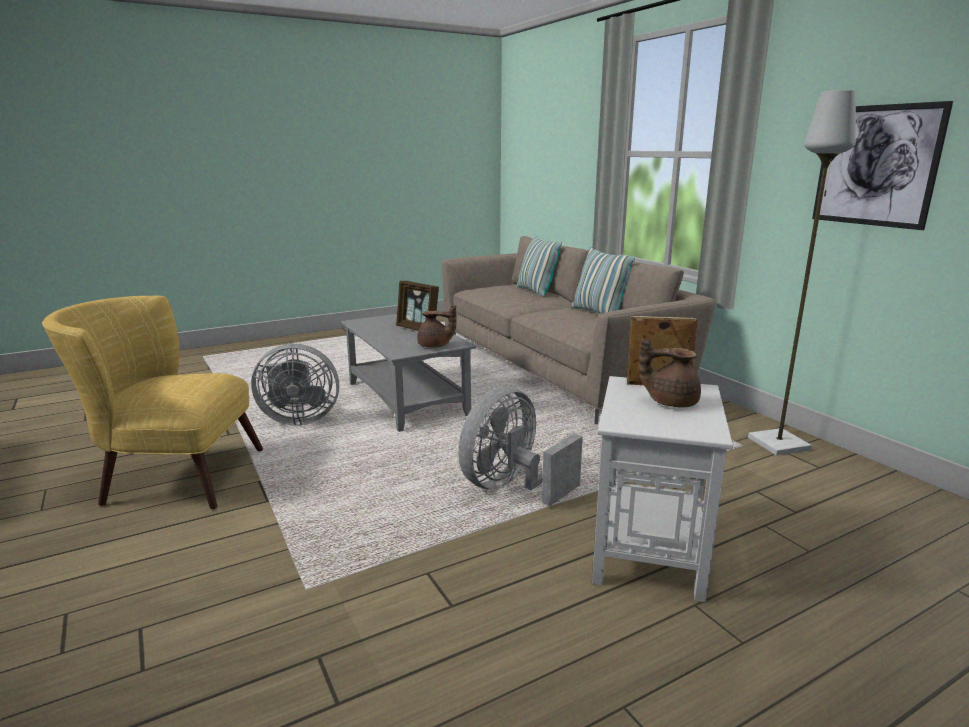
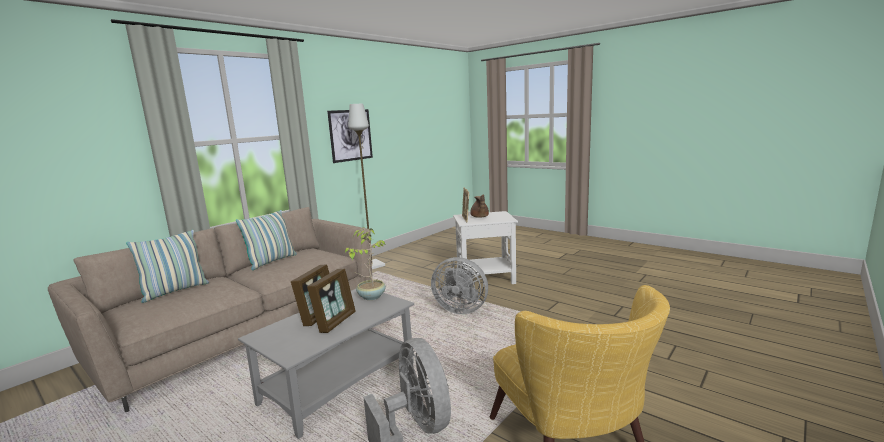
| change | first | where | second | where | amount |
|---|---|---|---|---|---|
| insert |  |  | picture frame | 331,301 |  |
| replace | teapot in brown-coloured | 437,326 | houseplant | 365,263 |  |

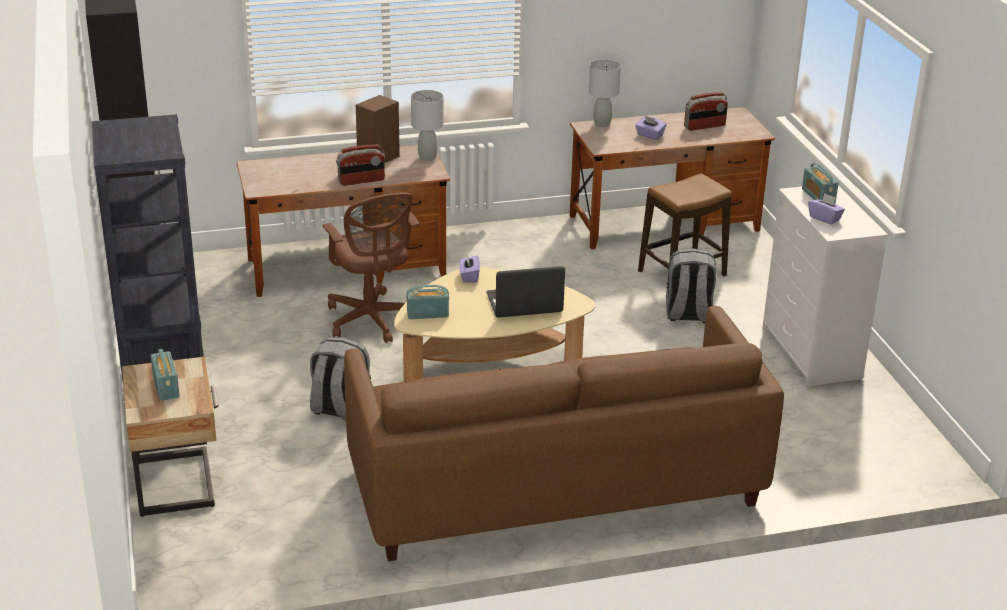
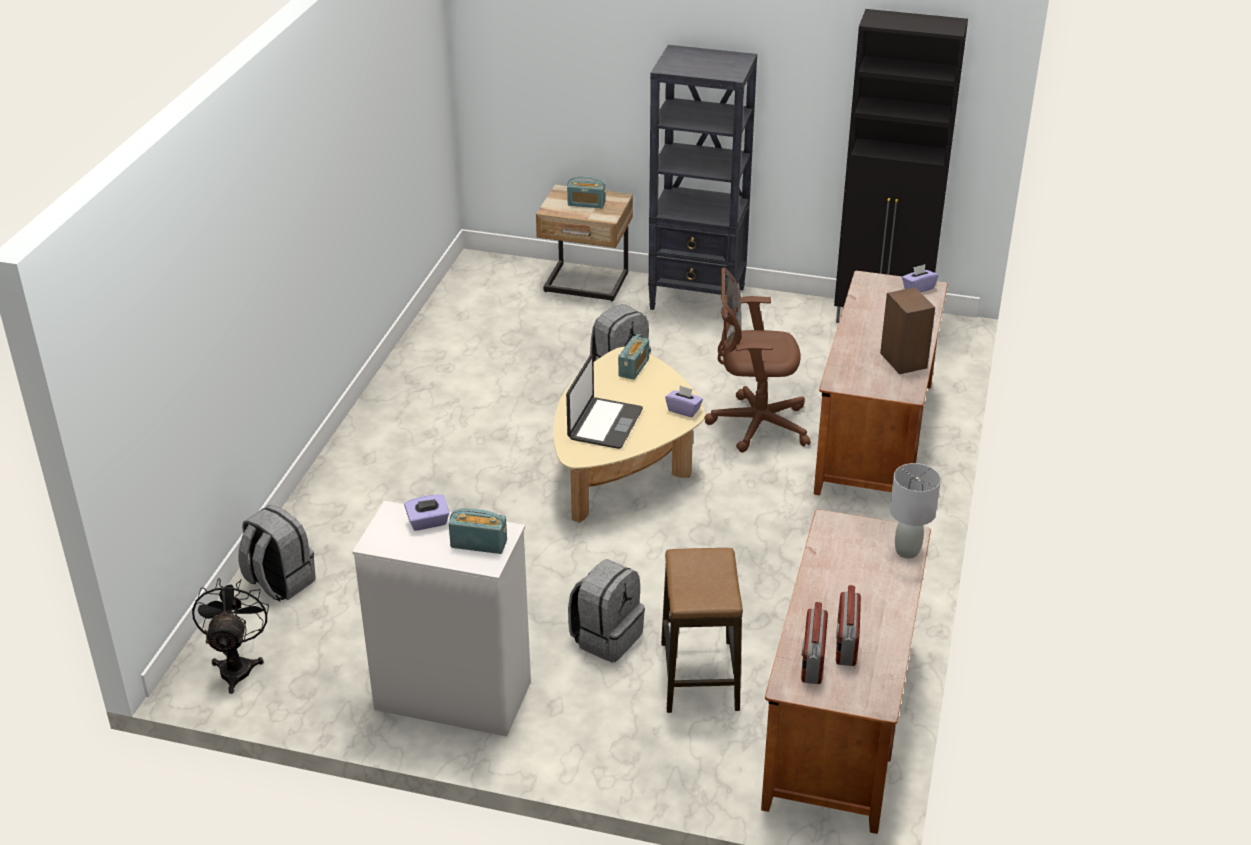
| change | first | where | second | where | amount |
|---|---|---|---|---|---|
| delete | couch in brown-coloured | 564,433 |  |  |  |
| delete | tabletop lamp in gray | 427,125 |  |  |  |
| insert |  |  | electric fan in blackish | 230,636 |  |
| insert |  |  | backpack in gray | 277,553 |  |
| move | radio set | 360,165 |  | 814,643 |  |
| move | tissue box in purple-coloured | 650,128 |  | 920,278 |  |

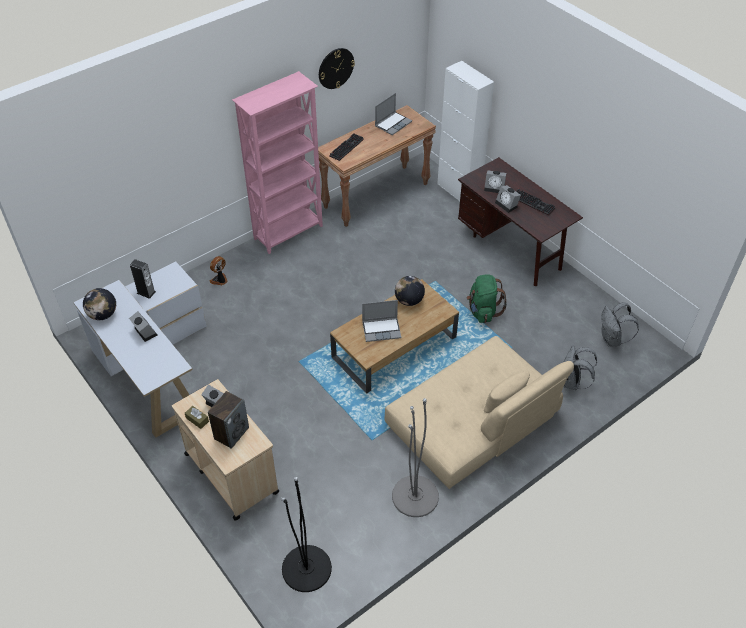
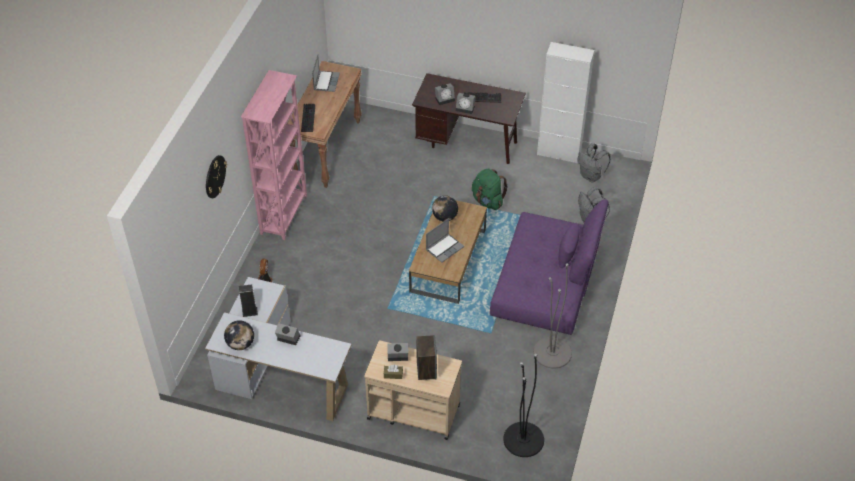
| change | first | where | second | where | amount |
|---|---|---|---|---|---|
| move | wall clock | 337,68 |  | 216,176 |  |
| move | storage cabinet in white | 465,131 |  | 566,102 |  |
| recolor | couch in sand-coloured | 479,412 | couch in purple-coloured | 549,267 |  |

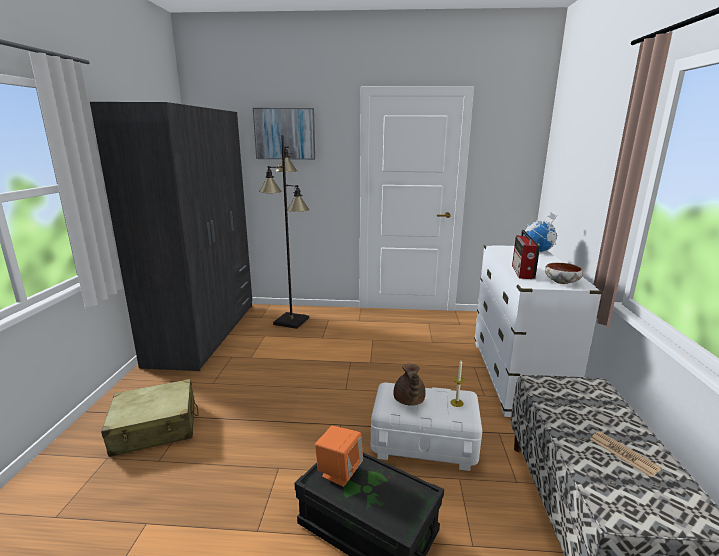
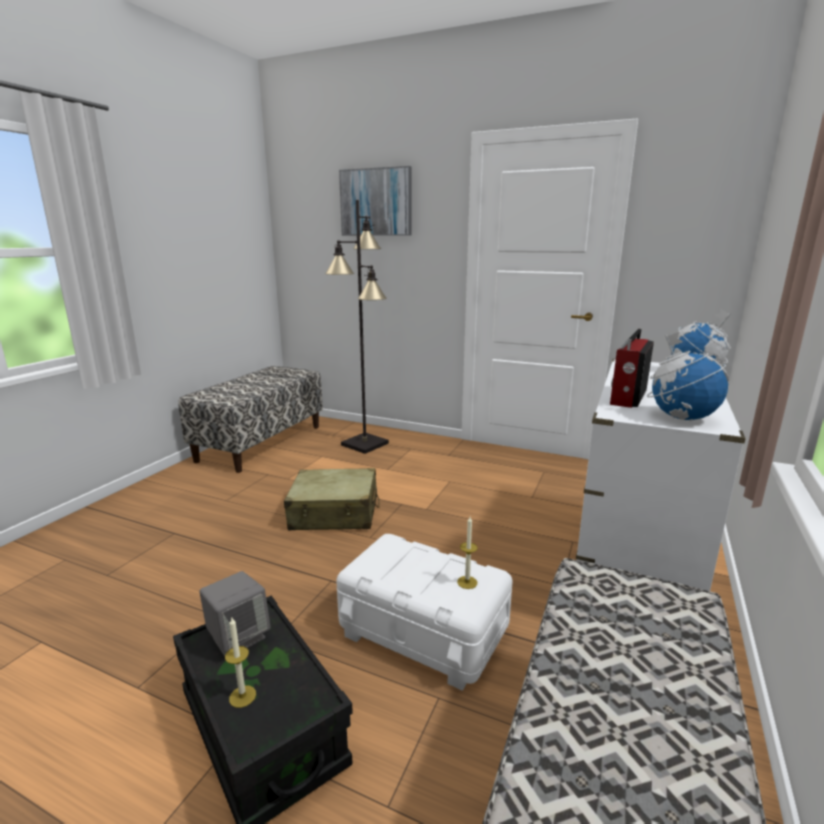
| change | first | where | second | where | amount |
|---|---|---|---|---|---|
| delete | teapot in brown-coloured | 409,385 |  |  |  |
| delete | printed paper | 626,454 |  |  |  |
| insert |  |  | candle | 240,663 |  |
| move | travel case in sand-coloured | 150,418 |  | 332,499 |  |
| replace | armoire in gray | 171,236 | long seat | 250,419 |  |
| replace | serving bowl | 564,273 | globe | 688,376 |  |
| recolor | audio speaker in orangey | 339,456 | audio speaker in gray | 235,613 |  |

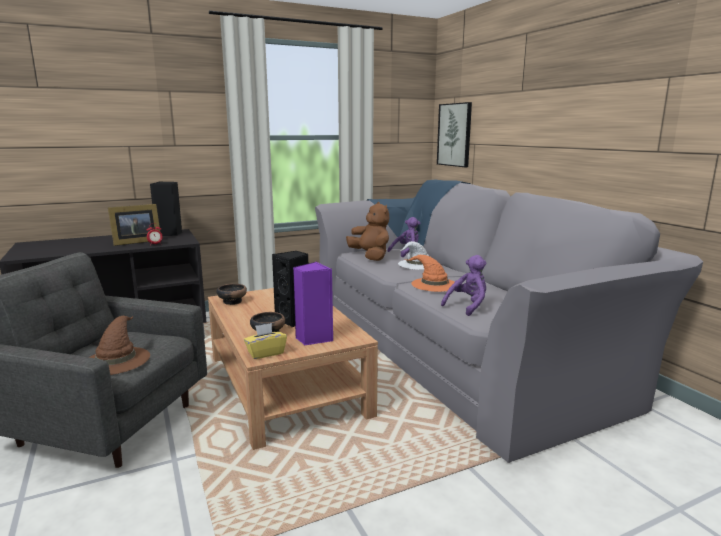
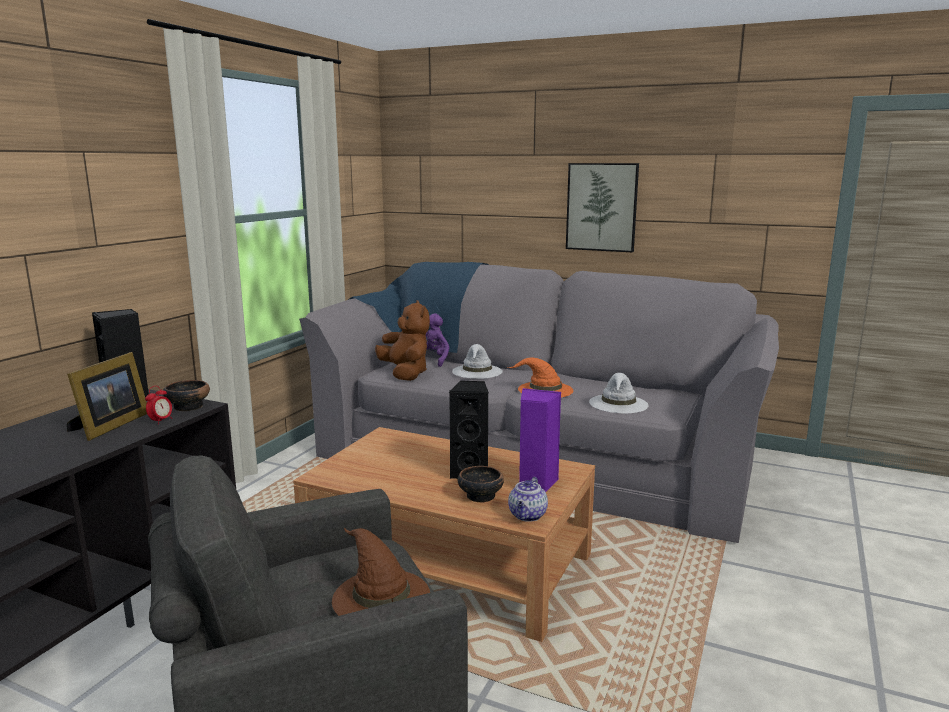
| change | first | where | second | where | amount |
|---|---|---|---|---|---|
| move | serving bowl | 231,294 |  | 186,395 |  |
| move | picture | 454,134 |  | 602,207 |  |
| replace | tissue box in yellowish | 265,341 | teapot | 528,499 |  |
| replace | cuddly toy in purple-coloured | 463,285 | wearable hat in white | 619,393 |  |
| rotate | cuddly toy in brown-coloured | 368,231 |  | 402,340 | 45 degrees clockwise |

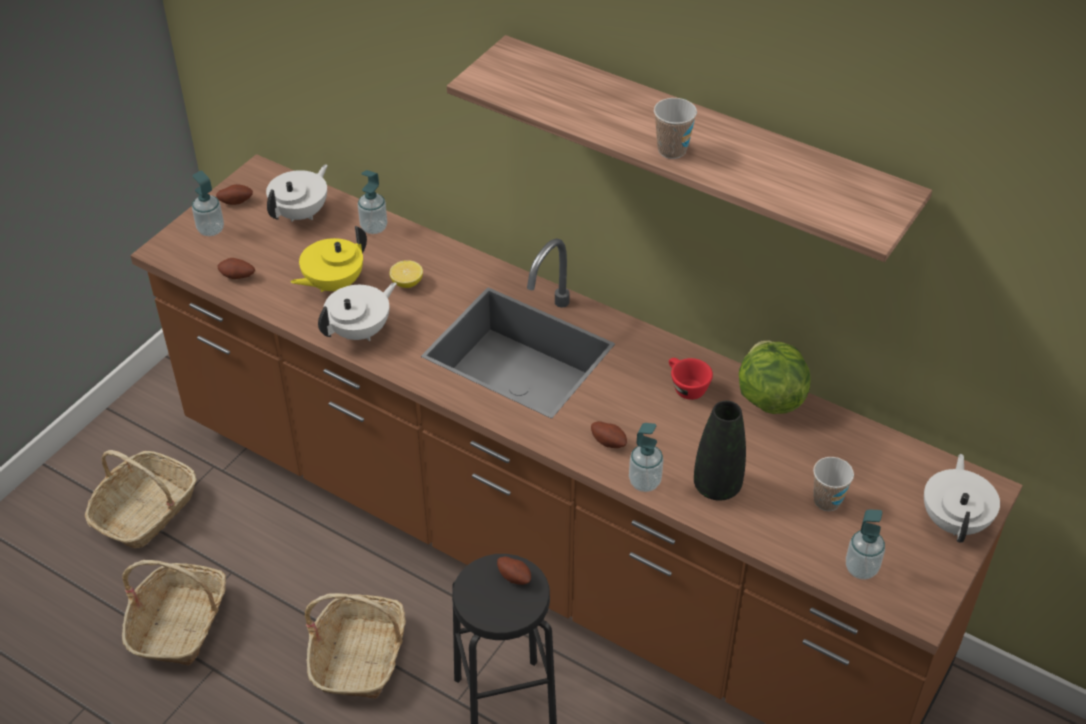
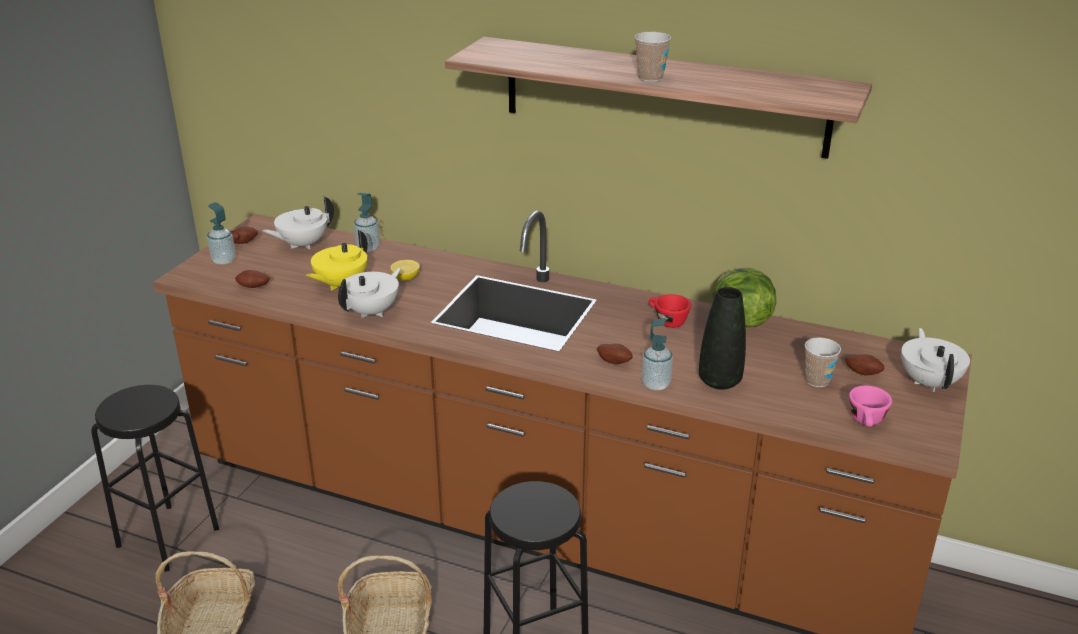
| change | first | where | second | where | amount |
|---|---|---|---|---|---|
| move | potato | 514,571 |  | 864,365 |  |
| replace | household basket | 141,499 | stool in blackish | 155,478 |  |
| replace | soap dispenser | 865,544 | drinking cup in pink-coloured | 870,406 |  |
| rotate | teapot in white | 297,193 |  | 298,222 | 150 degrees counterclockwise |

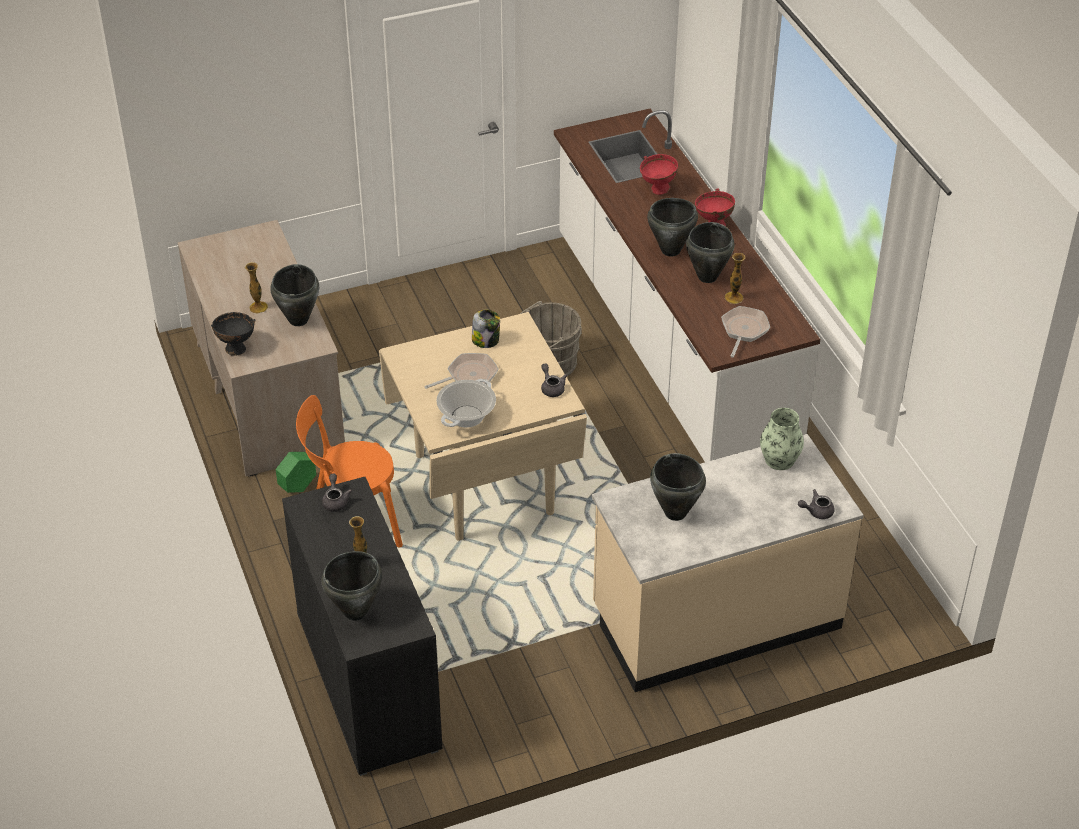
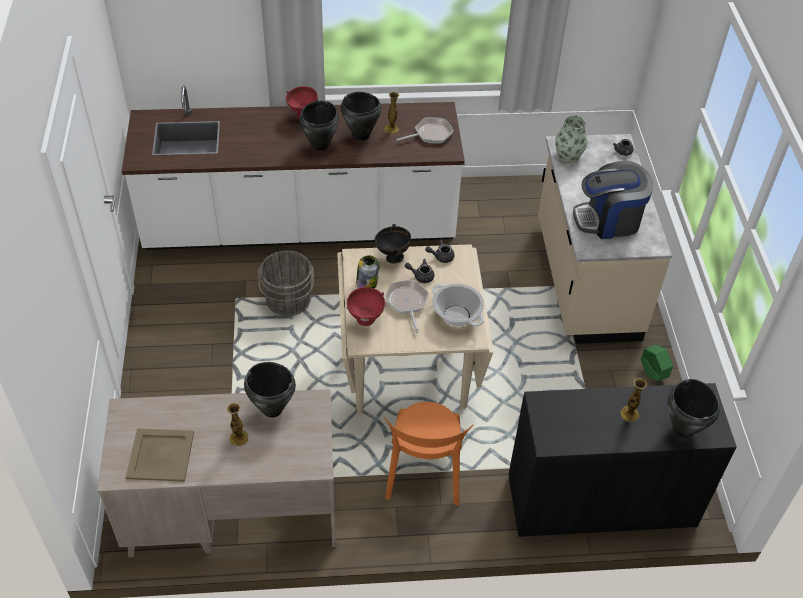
| change | first | where | second | where | amount |
|---|---|---|---|---|---|
| insert |  |  | carrying tray in sand-coloured | 160,455 |  |
| move | serving bowl in blackish | 233,334 |  | 393,244 |  |
| move | plant pot in greenish | 296,472 |  | 657,363 |  |
| move | teapot in gray | 337,493 |  | 420,271 |  |
| move | serving bowl in red-coloured | 659,174 |  | 366,306 |  |
| replace | saucepot in blackish | 678,487 | coffee maker | 613,200 |  |
| rotate | pan | 745,332 |  | 425,130 | 120 degrees clockwise |

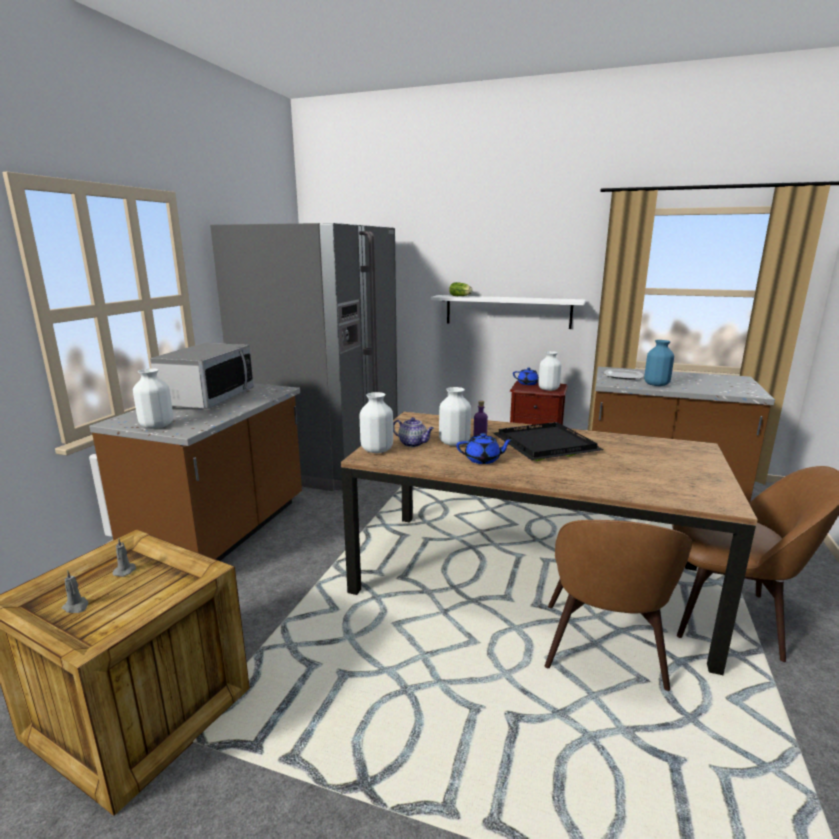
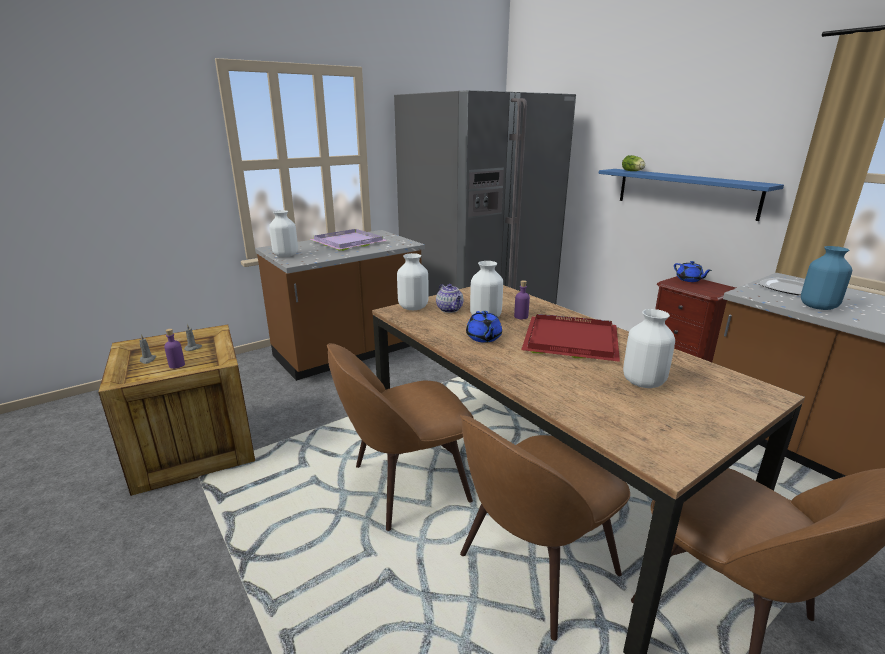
| change | first | where | second | where | amount |
|---|---|---|---|---|---|
| insert |  |  | drink bottle in purple-coloured | 174,349 |  |
| insert |  |  | upright chair in brown-coloured | 400,437 |  |
| move | vase in white | 549,371 |  | 649,348 |  |
| replace | microwave oven | 202,376 | carrying tray in purple-coloured | 348,240 |  |
| recolor | bracket shelf in white | 508,312 | bracket shelf in blue-coloured | 691,195 |  |
| recolor | carrying tray in blackish | 548,441 | carrying tray in red-coloured | 570,338 |  |
| rotate | teapot in blue-coloured | 484,448 |  | 484,327 | 45 degrees clockwise |

